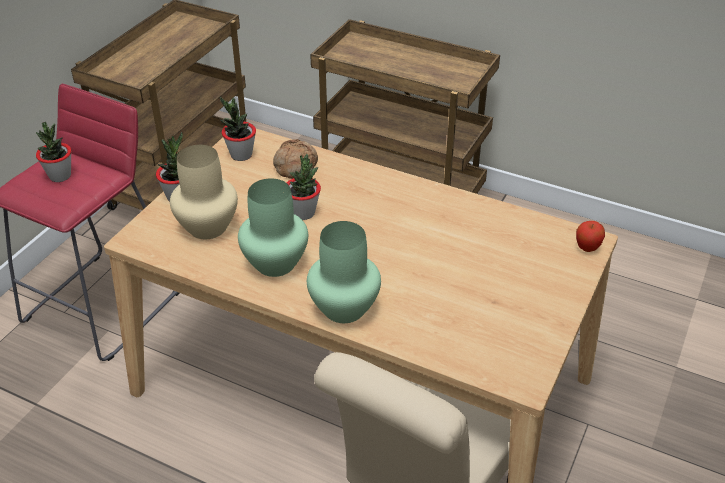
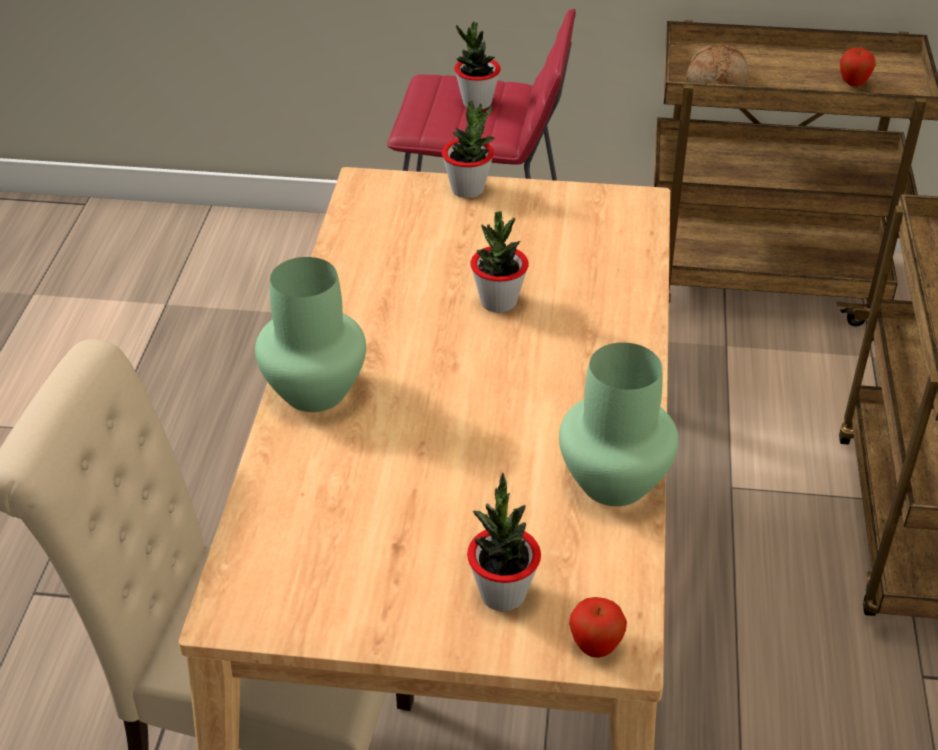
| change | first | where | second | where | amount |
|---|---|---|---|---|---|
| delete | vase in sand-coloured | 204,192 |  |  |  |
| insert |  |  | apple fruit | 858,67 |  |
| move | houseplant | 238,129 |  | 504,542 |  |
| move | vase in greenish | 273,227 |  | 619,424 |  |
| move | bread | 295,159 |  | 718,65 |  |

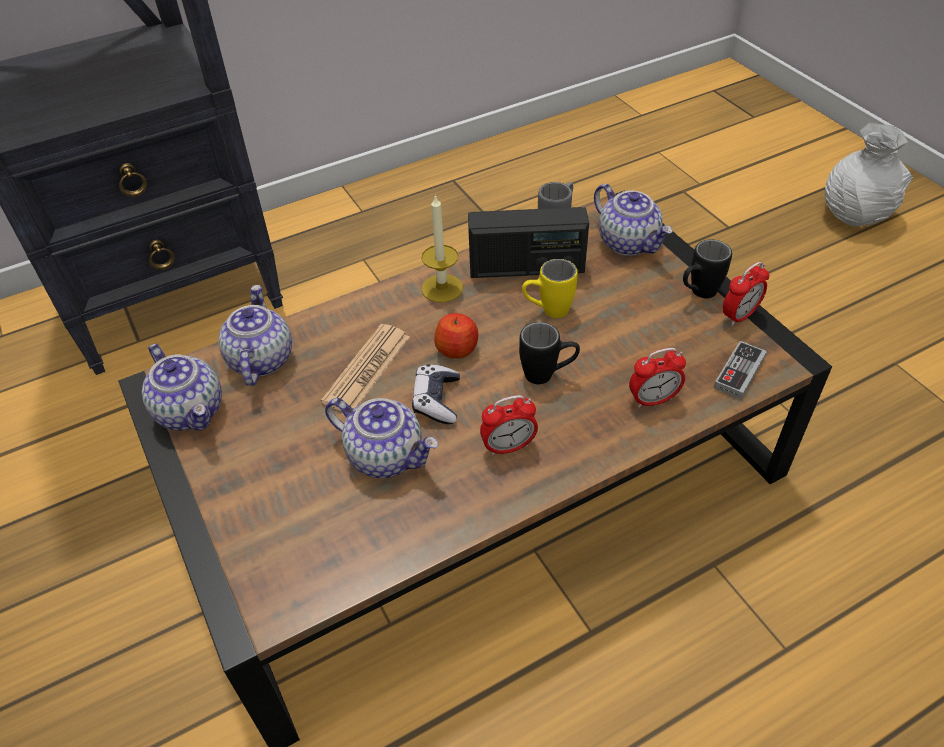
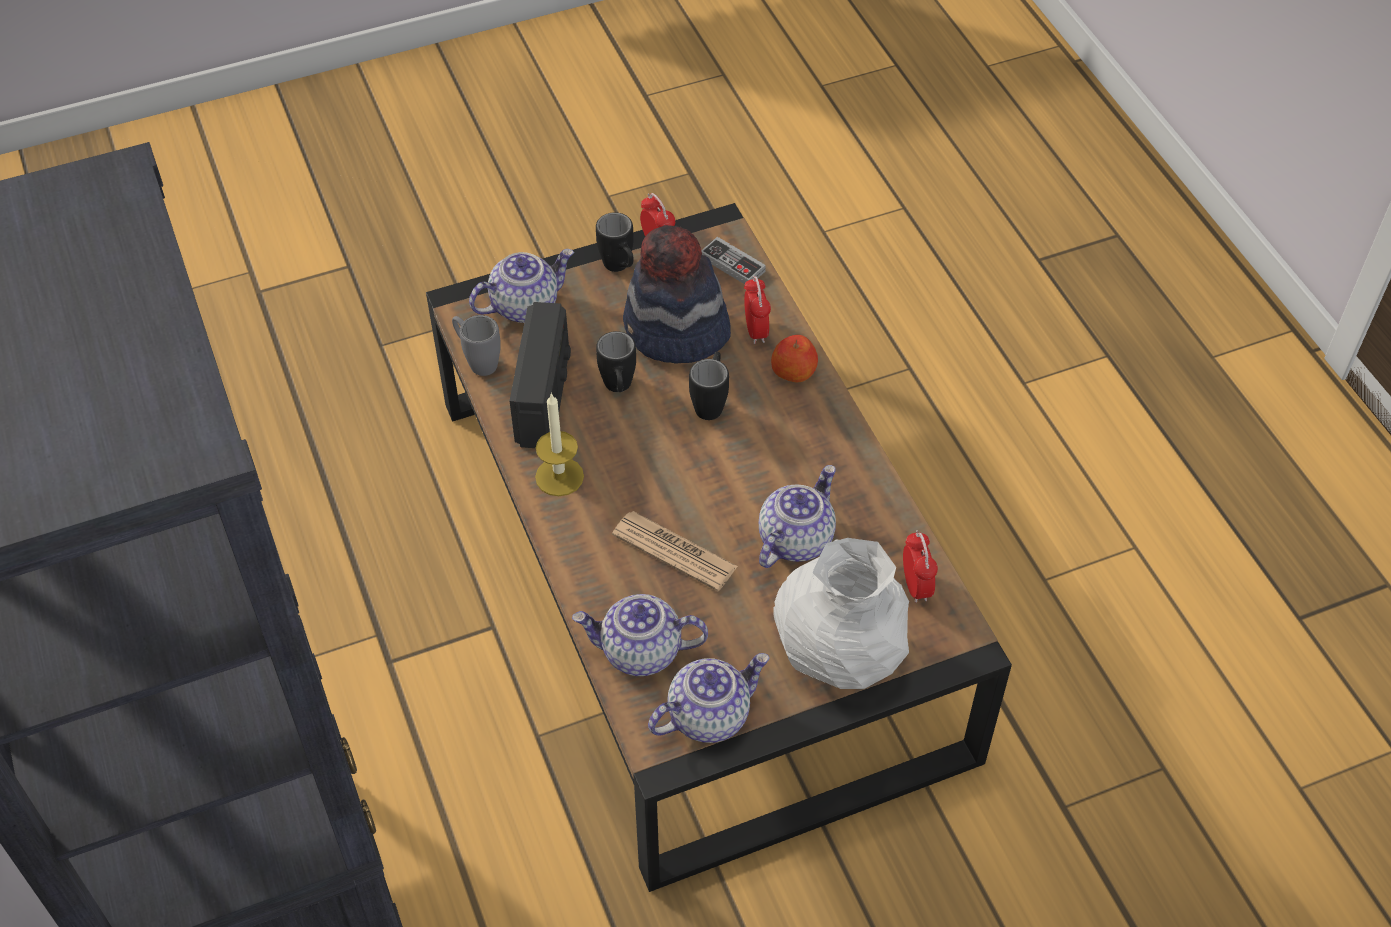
| change | first | where | second | where | amount |
|---|---|---|---|---|---|
| delete | gamepad | 436,394 |  |  |  |
| insert |  |  | wearable hat | 677,294 |  |
| move | apple fruit | 456,336 |  | 794,358 |  |
| move | alarm clock | 509,425 |  | 920,566 |  |
| move | vase in white | 869,175 |  | 841,613 |  |
| recolor | tea mug in yellowish | 550,288 | tea mug in blackish | 616,361 |  |

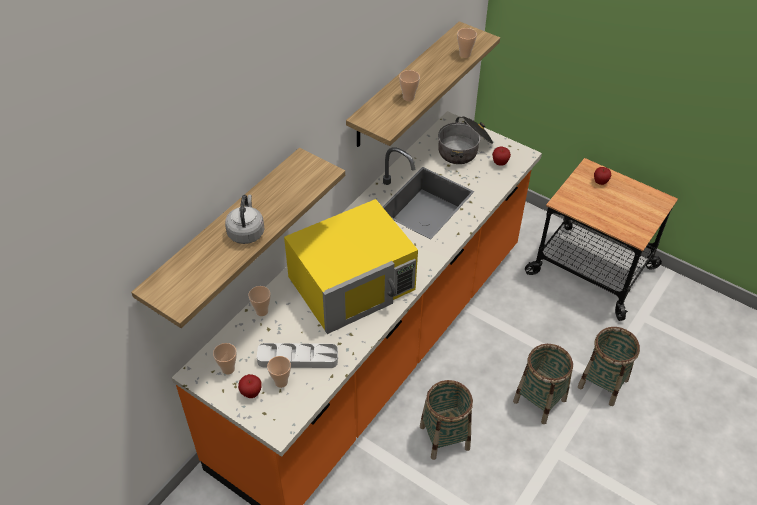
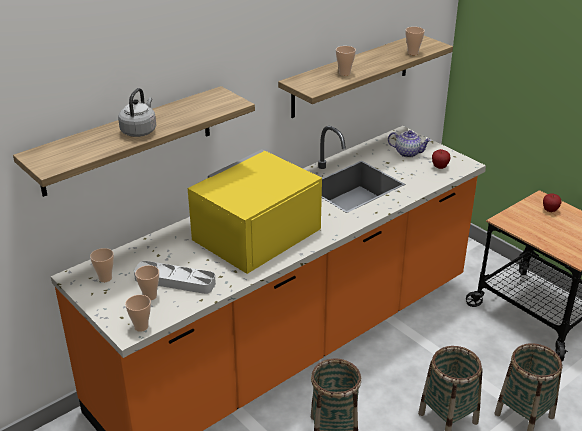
| change | first | where | second | where | amount |
|---|---|---|---|---|---|
| delete | apple fruit | 250,386 |  |  |  |
| move | drinking cup | 259,301 |  | 138,313 |  |
| replace | saucepot | 465,140 | teapot | 409,144 |  |
| rotate | microwave oven in yellowish | 351,266 |  | 255,211 | 150 degrees clockwise |

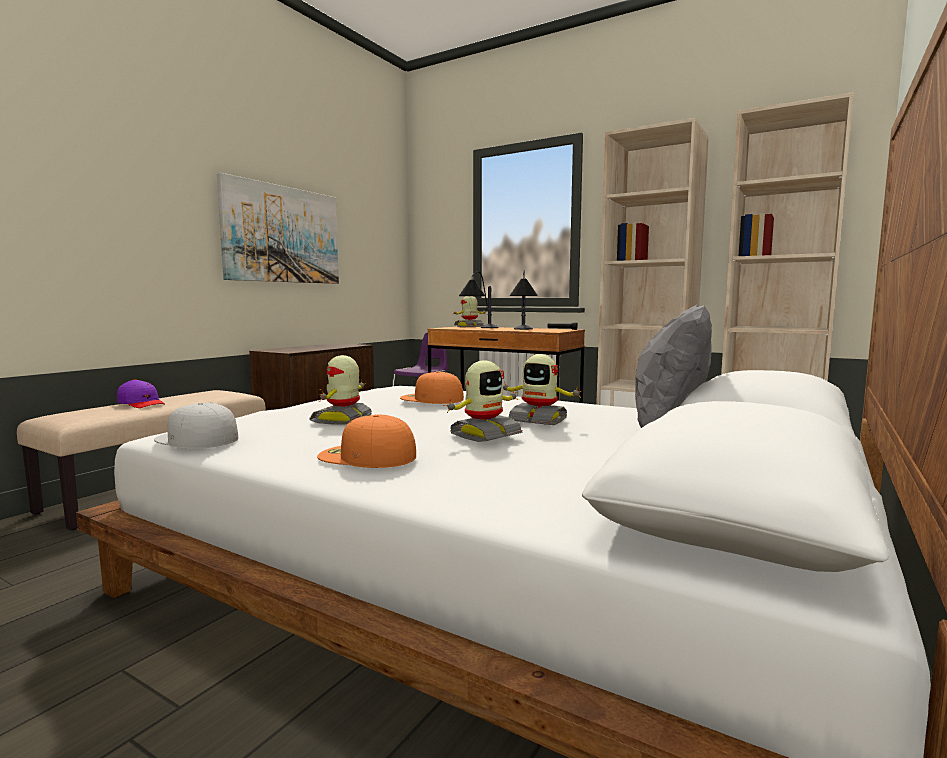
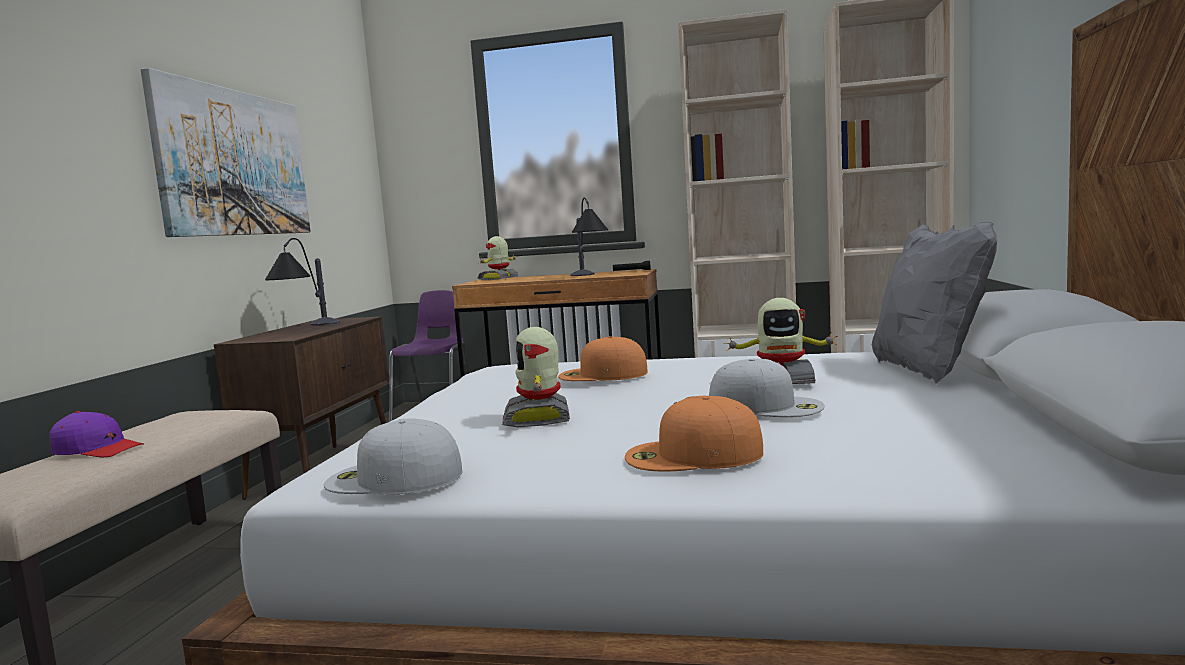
| change | first | where | second | where | amount |
|---|---|---|---|---|---|
| move | tabletop lamp | 479,299 |  | 302,282 |  |
| replace | model robot | 483,401 | baseball cap in white | 767,388 |  |

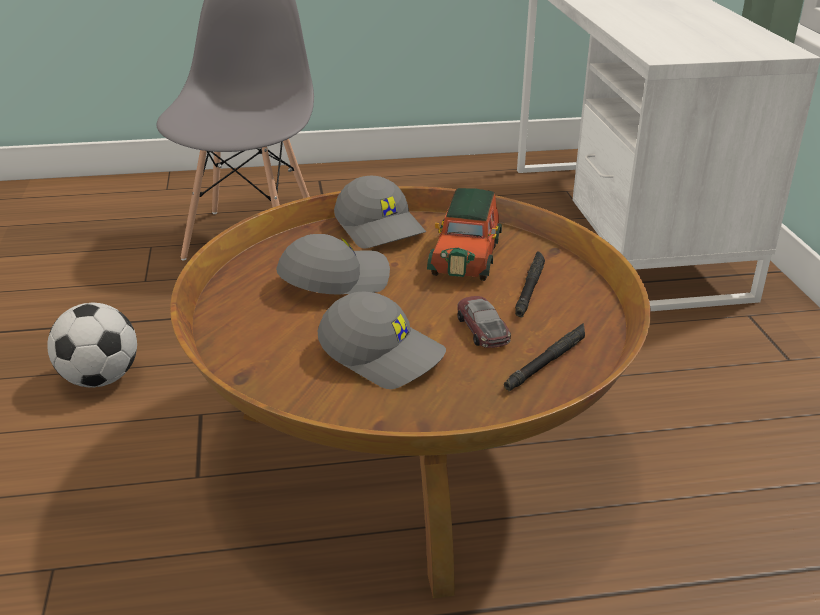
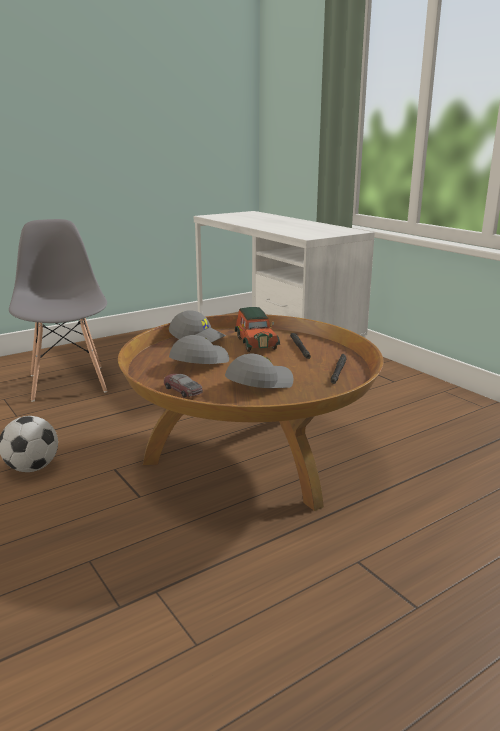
| change | first | where | second | where | amount |
|---|---|---|---|---|---|
| move | toy car | 484,322 |  | 183,386 |  |
| rotate | baseball cap in gray | 382,340 |  | 259,370 | 45 degrees counterclockwise |

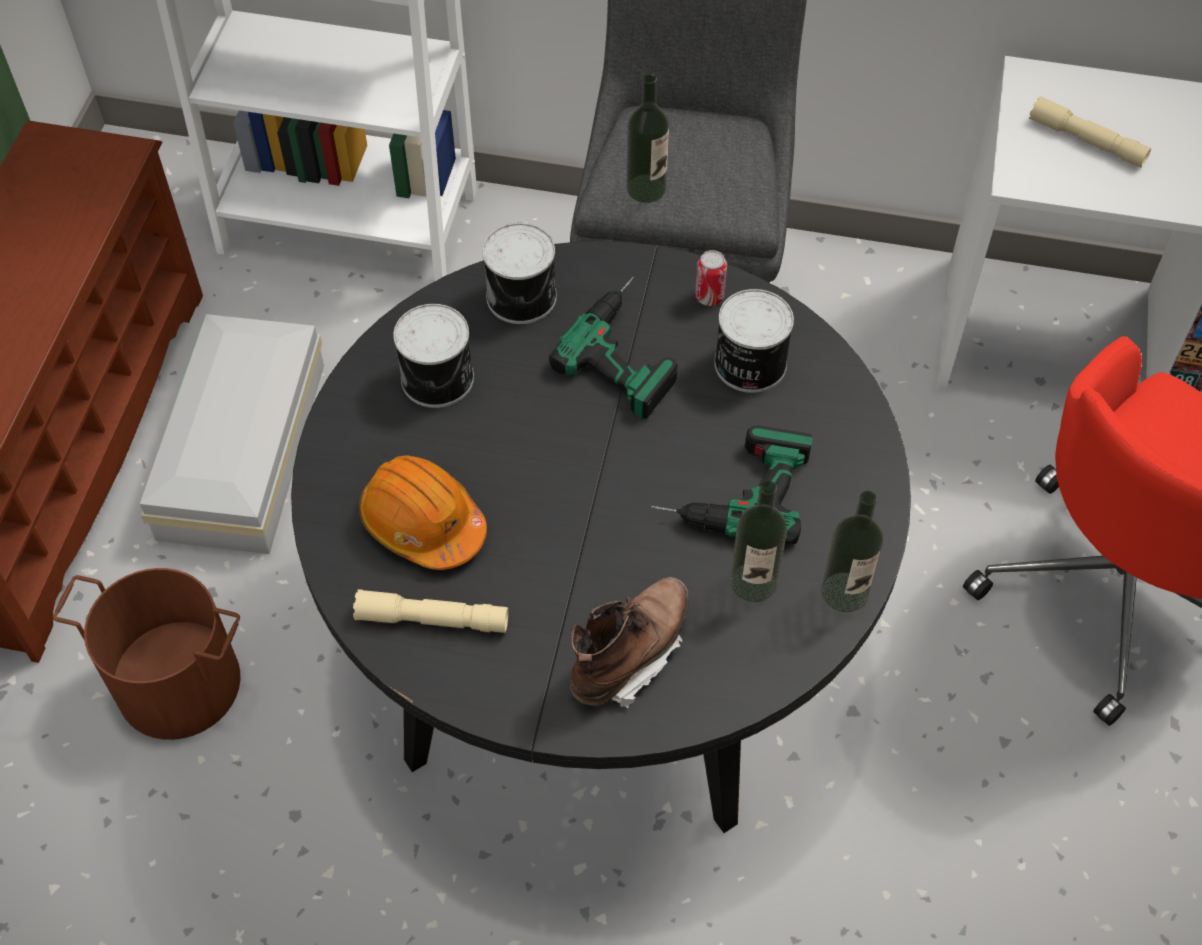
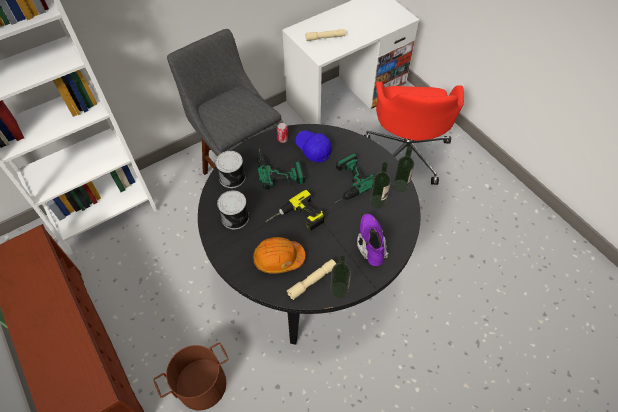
| change | first | where | second | where | amount |
|---|---|---|---|---|---|
| delete | storage box in white | 232,434 |  |  |  |
| insert |  |  | power drill | 295,210 |  |
| move | drink bottle | 647,138 |  | 341,277 |  |
| replace | sealed can | 754,341 | baseball cap in blue-coloured | 313,146 |  |
| recolor | boot in brown-coloured | 629,642 | boot in purple-coloured | 373,240 |  |

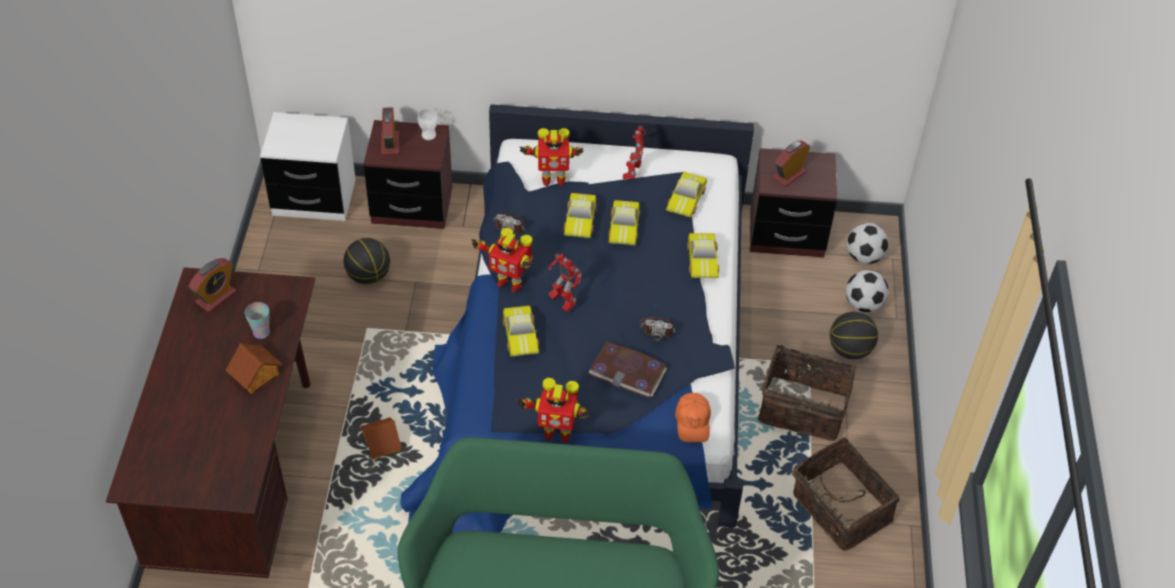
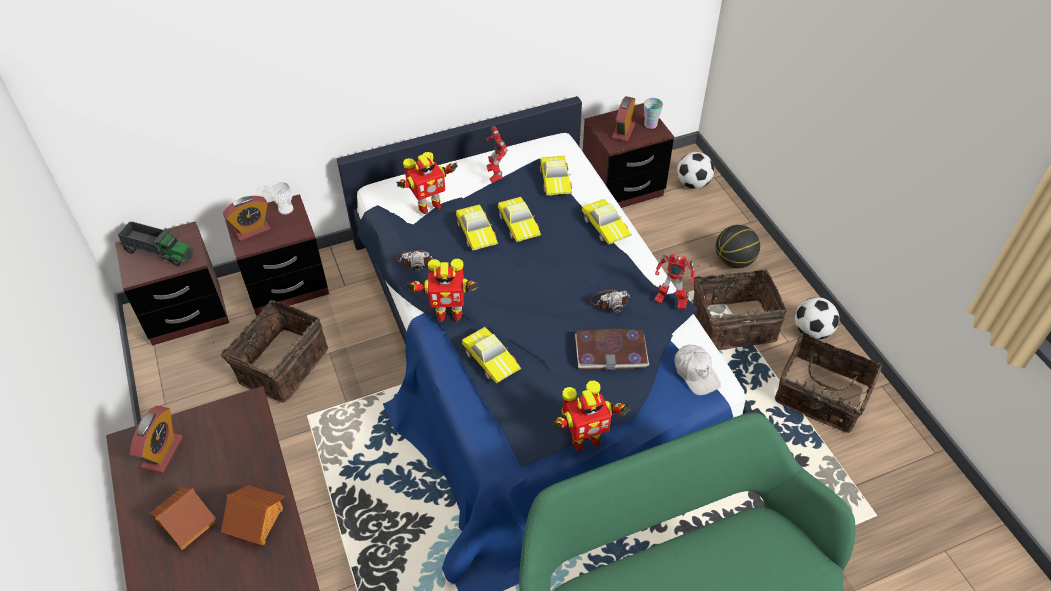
| change | first | where | second | where | amount |
|---|---|---|---|---|---|
| insert |  |  | model truck | 155,244 |  |
| move | drinking cup | 257,320 |  | 653,113 |  |
| move | miniature house | 381,438 |  | 182,518 |  |
| move | model robot | 565,282 |  | 674,281 |  |
| move | ball for football | 867,291 |  | 817,318 |  |
| replace | ball for basketball | 367,261 | household basket | 270,351 |  |
| recolor | night table in white | 308,166 | night table in brown-coloured | 172,283 |  |
| recolor | baseball cap in orangey | 693,418 | baseball cap in white | 697,370 |  |
| rotate | alarm clock | 390,131 |  | 247,218 | 90 degrees counterclockwise |

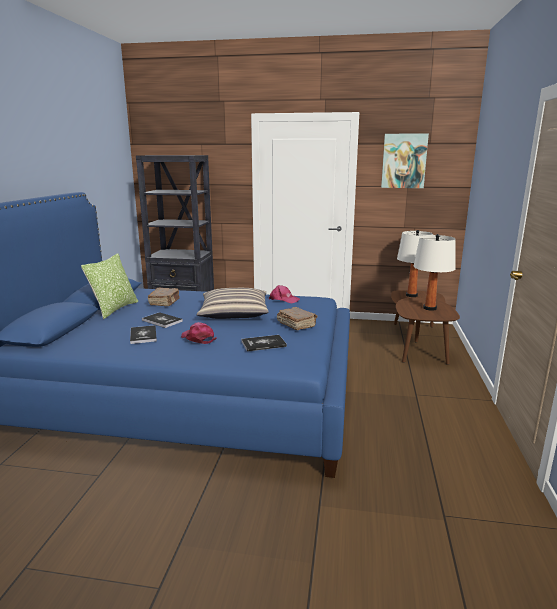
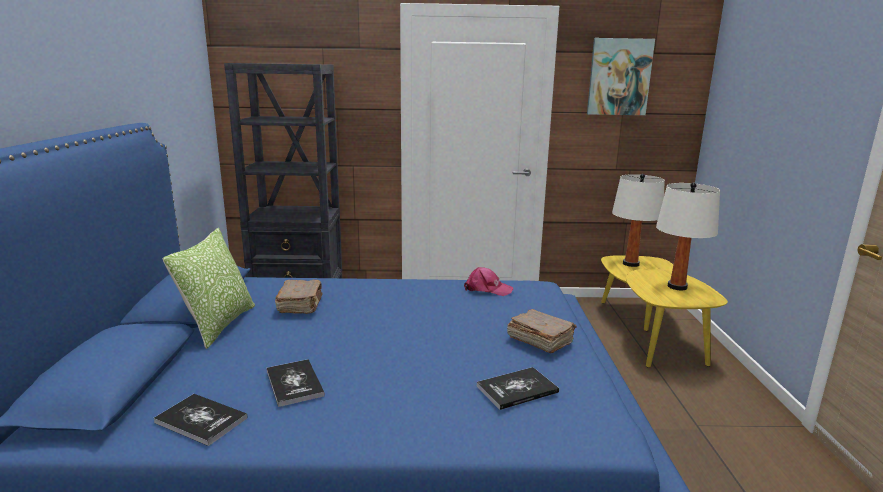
| change | first | where | second | where | amount |
|---|---|---|---|---|---|
| delete | baseball cap in pink-coloured | 199,333 |  |  |  |
| delete | pillow | 233,303 |  |  |  |
| move | bound book | 162,320 |  | 200,420 |  |
| recolor | coffee table in brown-coloured | 425,327 | coffee table in yellowish | 664,311 |  |

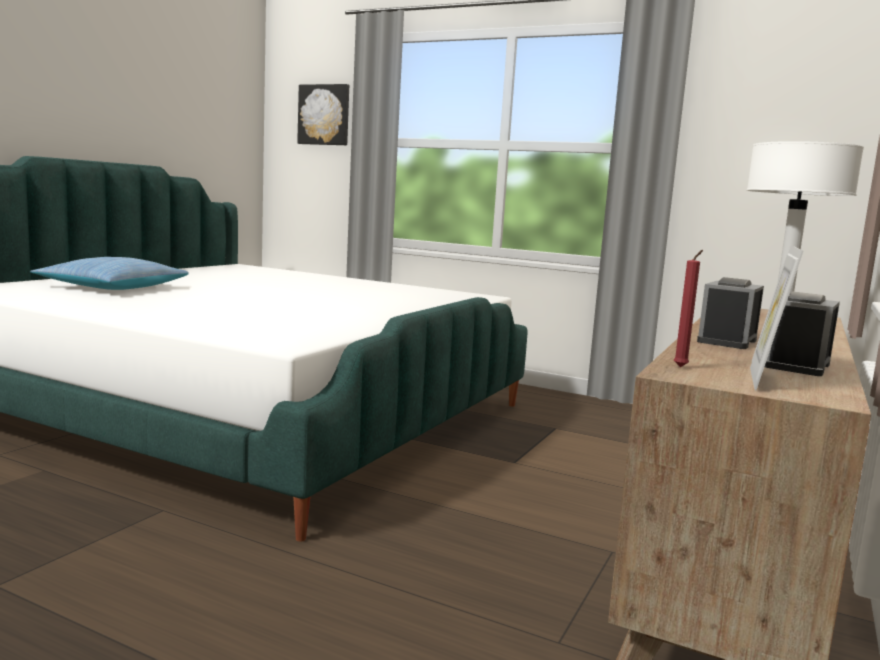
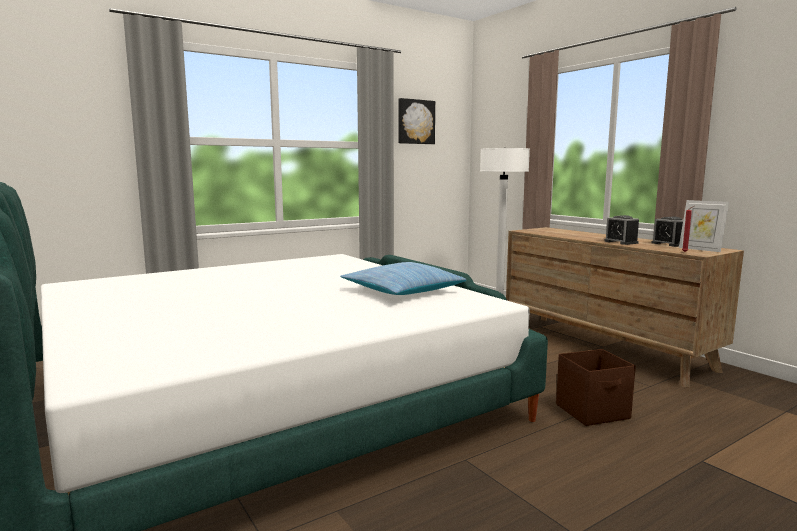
| change | first | where | second | where | amount |
|---|---|---|---|---|---|
| insert |  |  | storage box in brown-coloured | 596,387 |  |
| move | pillow | 109,273 |  | 403,278 |  |
| move | picture | 323,114 |  | 416,121 |  |

